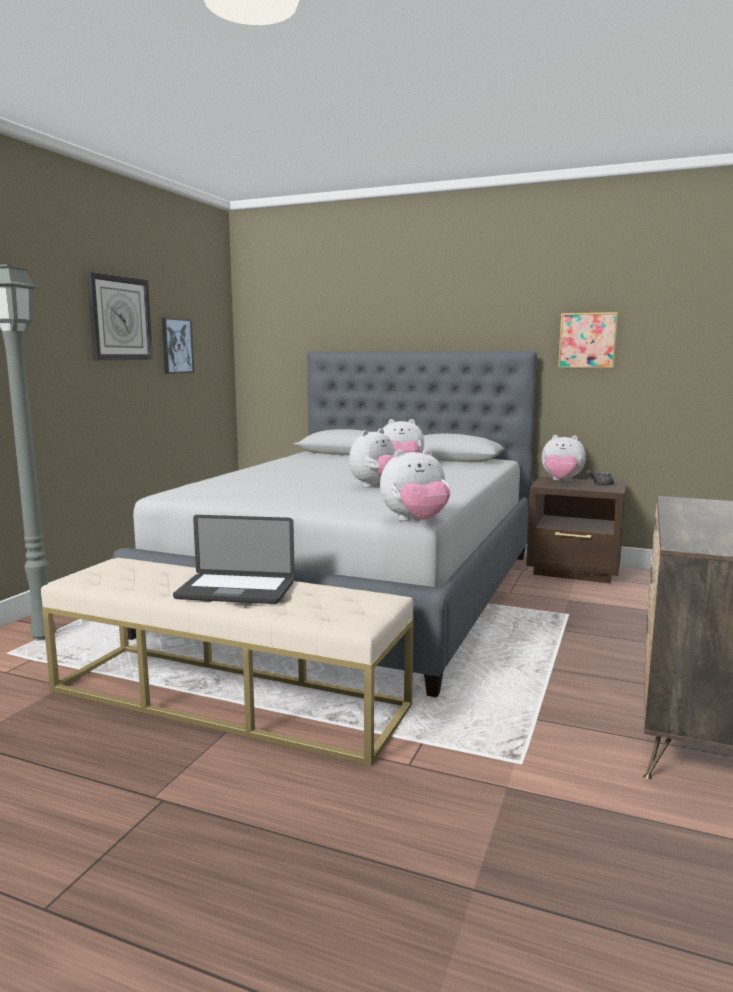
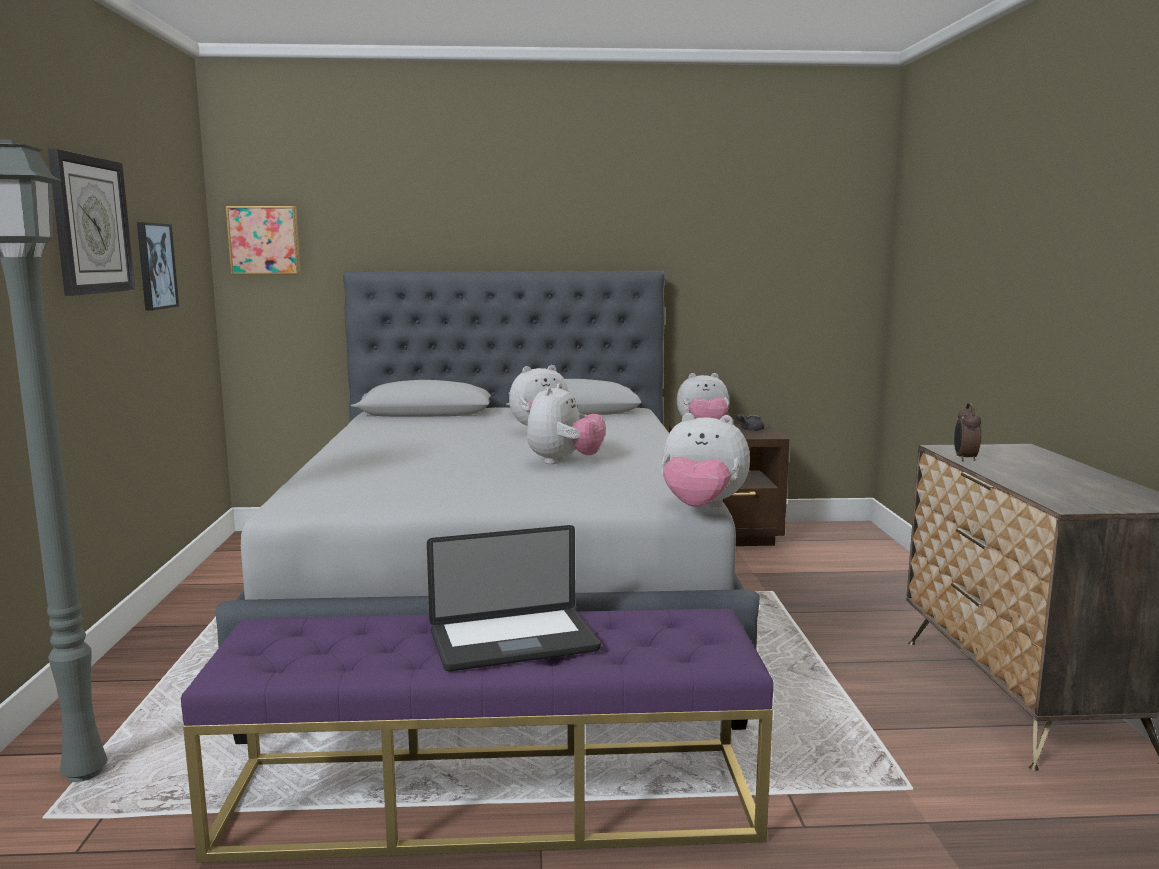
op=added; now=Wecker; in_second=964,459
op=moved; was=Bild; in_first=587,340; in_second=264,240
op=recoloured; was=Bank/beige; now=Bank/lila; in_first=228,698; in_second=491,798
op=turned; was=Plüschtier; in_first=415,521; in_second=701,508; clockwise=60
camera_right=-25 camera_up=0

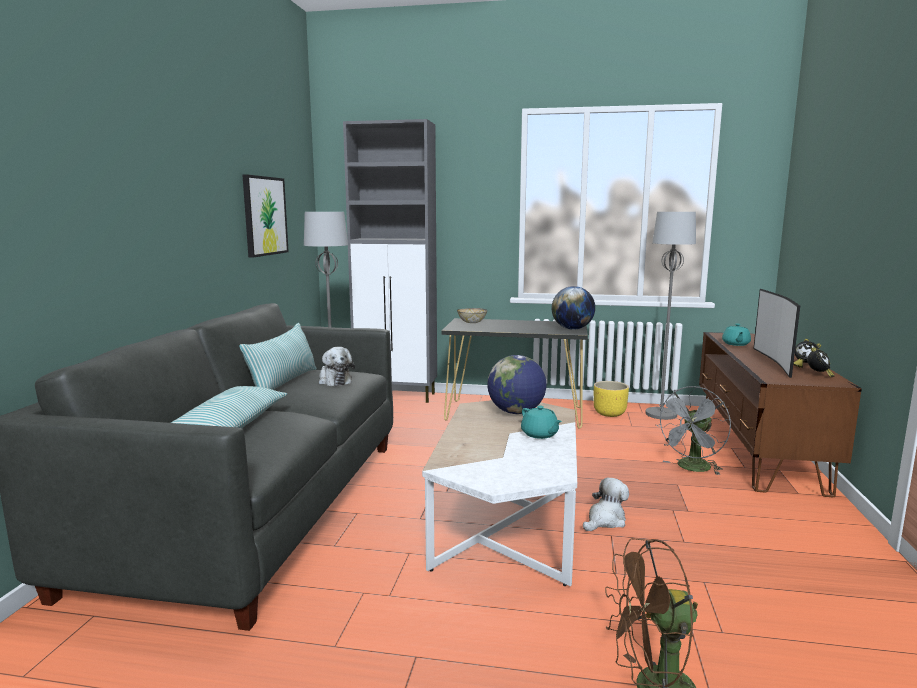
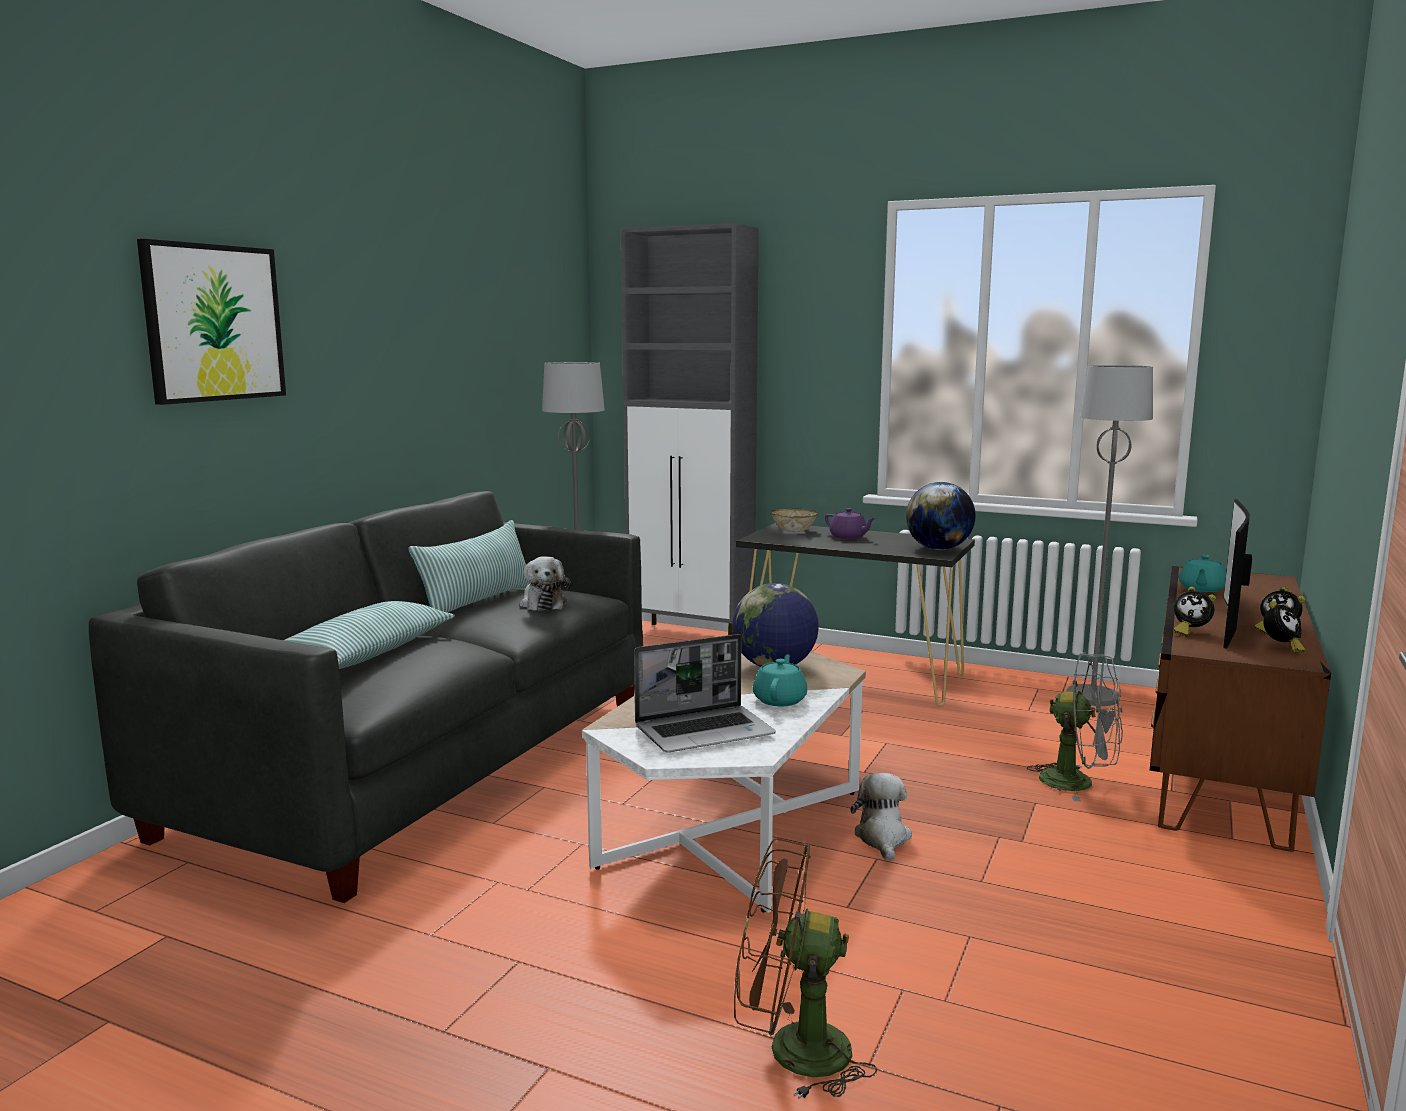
op=removed; was=Pflanzkübel/gelb; in_first=610,414
op=added; now=Laptop; in_second=705,731
op=added; now=Teekanne/lila; in_second=848,537
op=added; now=Wecker; in_second=1189,632
op=moved; was=Bild; in_first=264,216; in_second=213,323
op=turned; was=Teekanne/türkis; in_first=540,434; in_second=780,700; clockwise=-150
op=turned; was=Plüschtier; in_first=605,520; in_second=882,838; clockwise=-60
op=turned; was=Ventilator/grau; in_first=692,469; in_second=1078,783; clockwise=-120
camera_right=15 camera_up=0

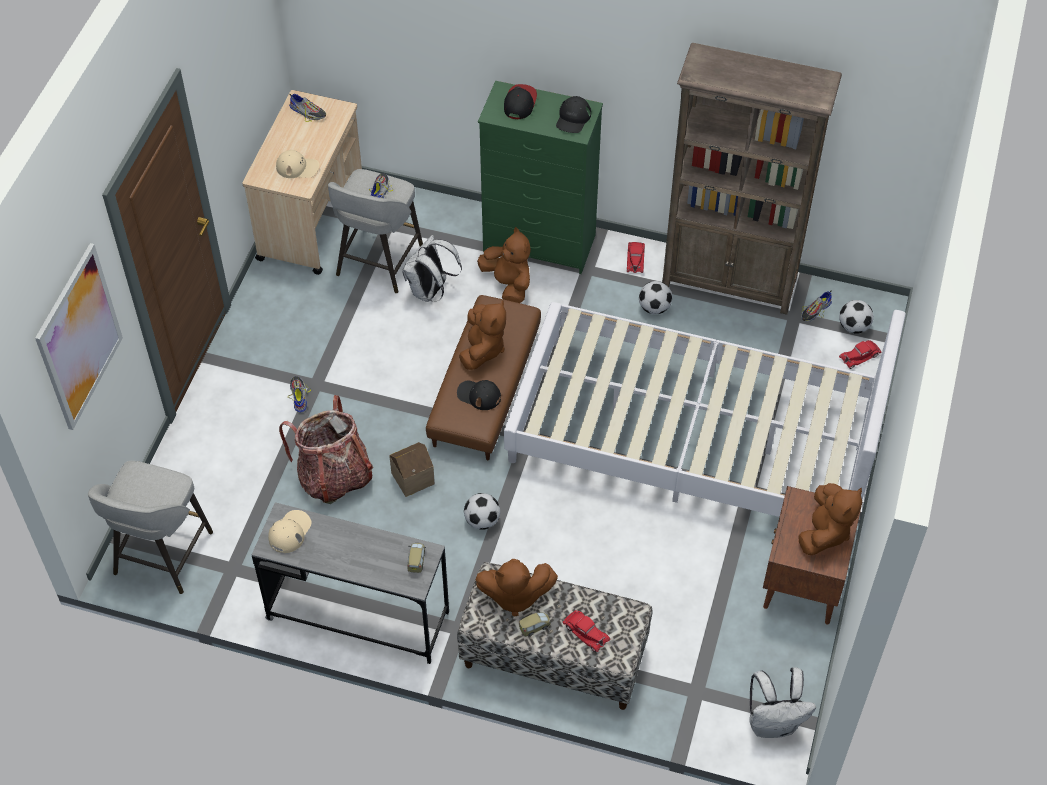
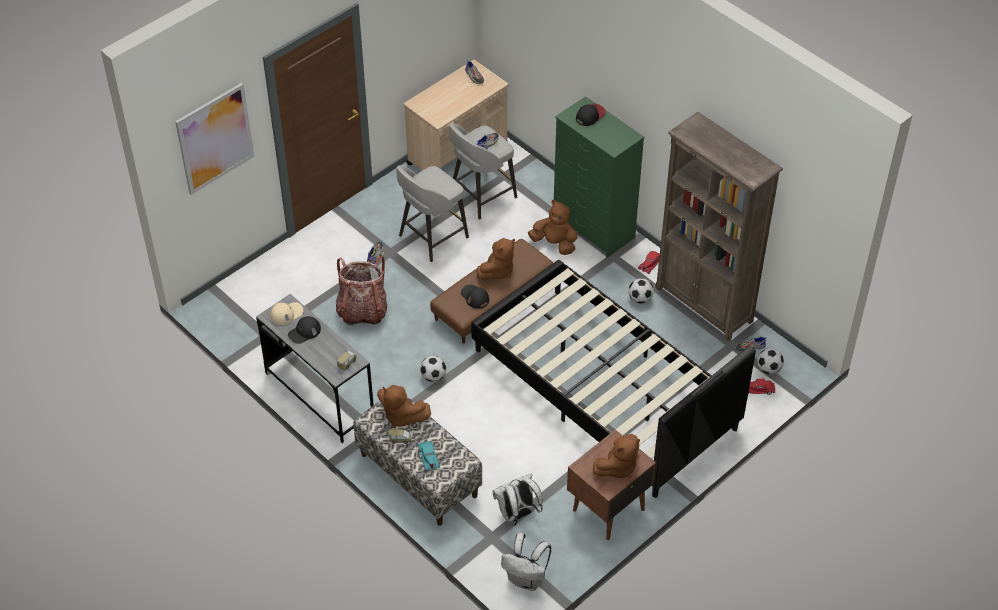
op=removed; was=Kappe/beige; in_first=297,167
op=removed; was=Spielzeughaus; in_first=411,477
op=moved; was=Hocker/grau; in_first=161,555; in_second=432,237
op=moved; was=Rucksack/weiß; in_first=430,291; in_second=517,515
op=moved; was=Kappe/schwarz; in_first=573,118; in_second=304,332
op=recoloured; was=Bett/weiß; now=Bett/schwarz; in_first=693,439; in_second=604,389
op=recoloured; was=Spielzeugauto/rot; now=Spielzeugauto/türkis; in_first=585,632; in_second=428,457
op=turned; was=Plüschtier/braun; in_first=508,284; in_second=554,244; clockwise=-60
camera_right=30 camera_up=-5

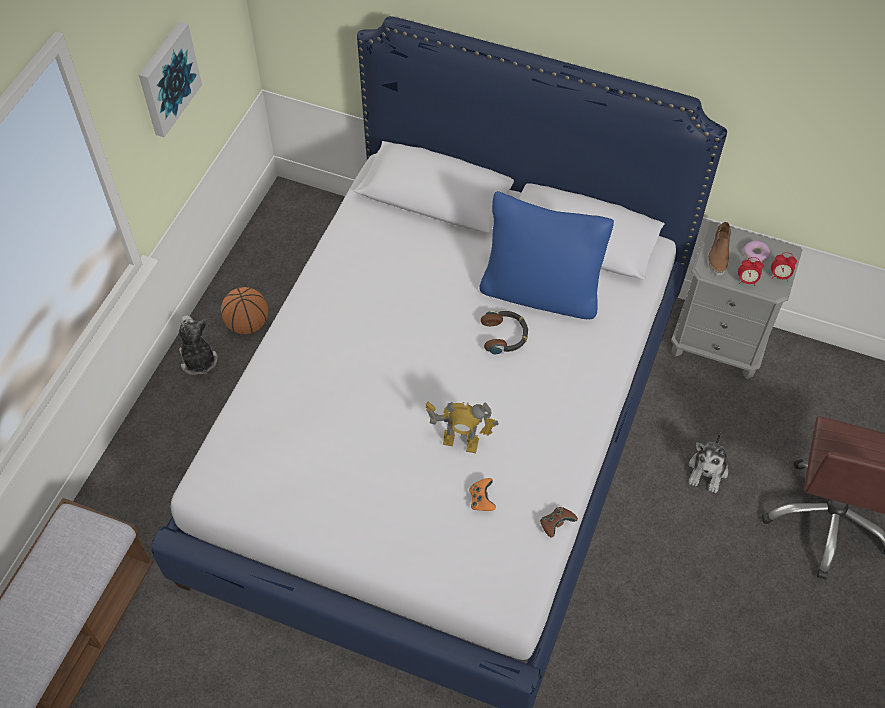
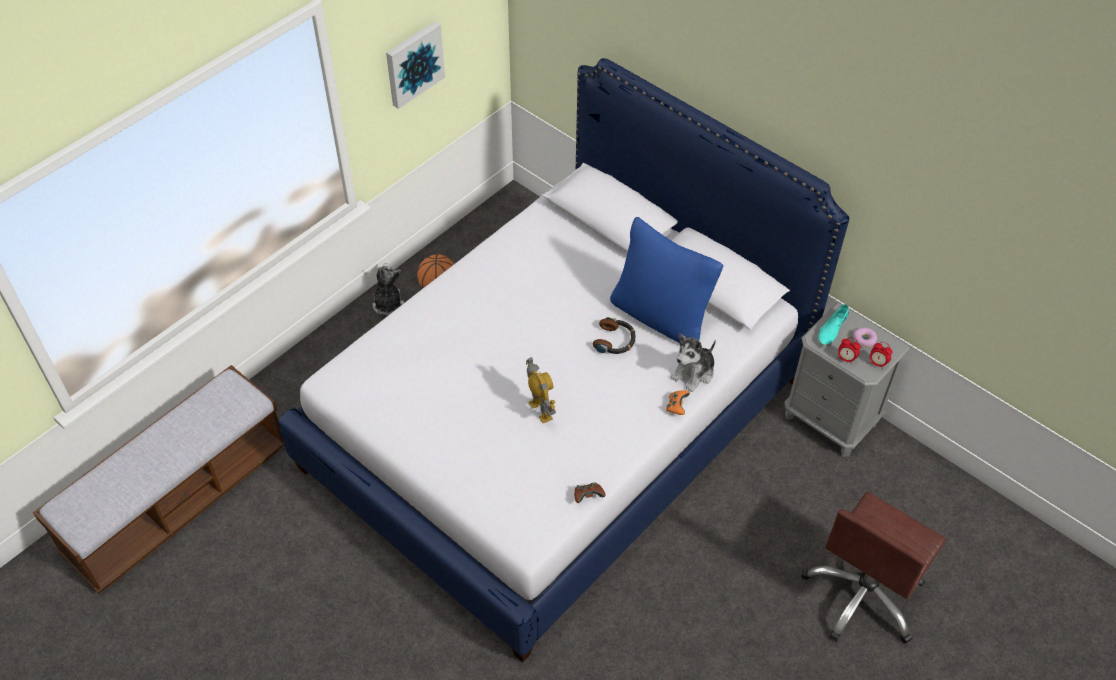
op=moved; was=Gamepad/orange; in_first=482,499; in_second=676,406
op=moved; was=Plüschtier; in_first=707,470; in_second=694,373
op=recoloured; was=Schuh/braun; now=Schuh/türkis; in_first=718,253; in_second=831,330
op=turned; was=Spielzeugroboter; in_first=461,442; in_second=541,410; clockwise=-150
camera_right=20 camera_up=-5

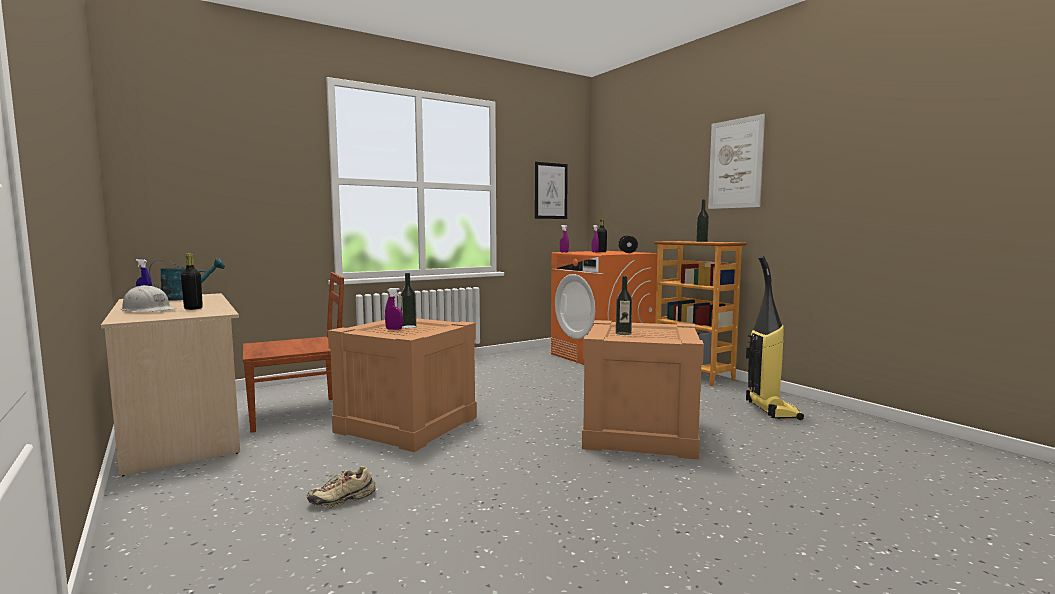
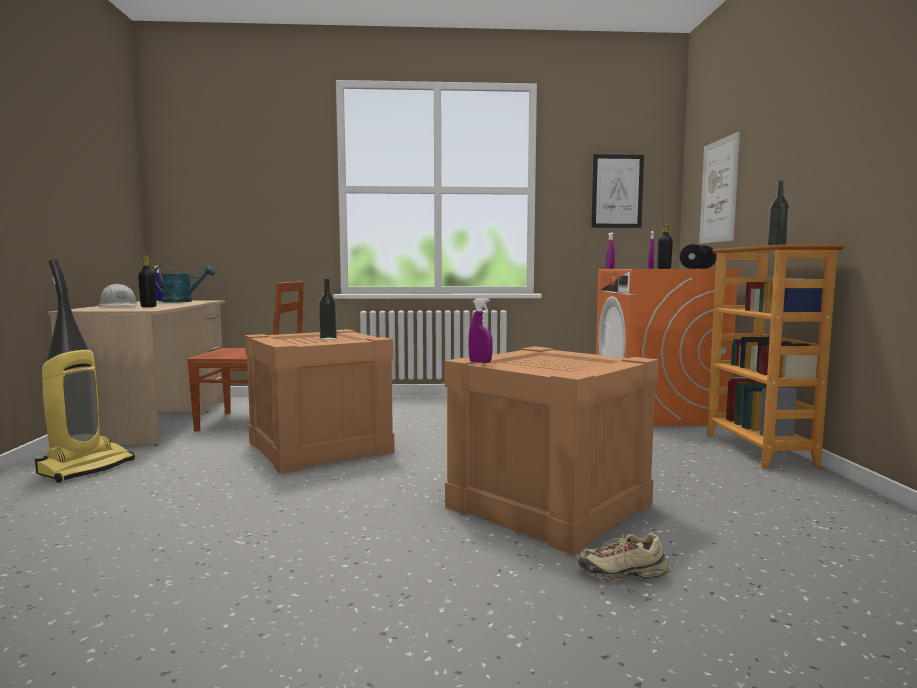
op=removed; was=Flasche; in_first=623,333
op=moved; was=Schuh/beige; in_first=342,499; in_second=622,573
op=moved; was=Sprühflasche/lila; in_first=394,329; in_second=480,362
op=moved; was=Bild; in_first=735,164; in_second=719,191
op=moved; was=Staubsauger; in_first=771,410; in_second=86,467
camera_right=30 camera_up=0

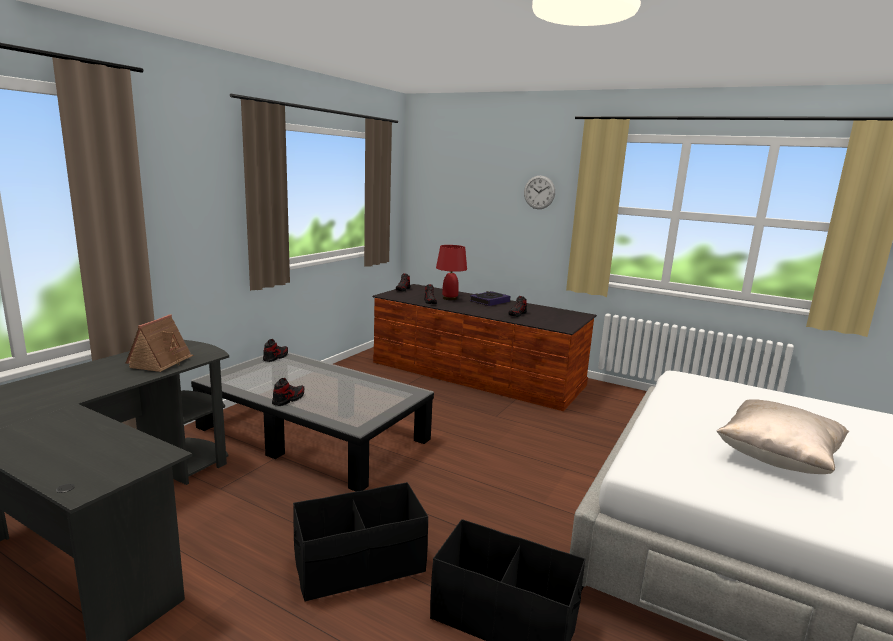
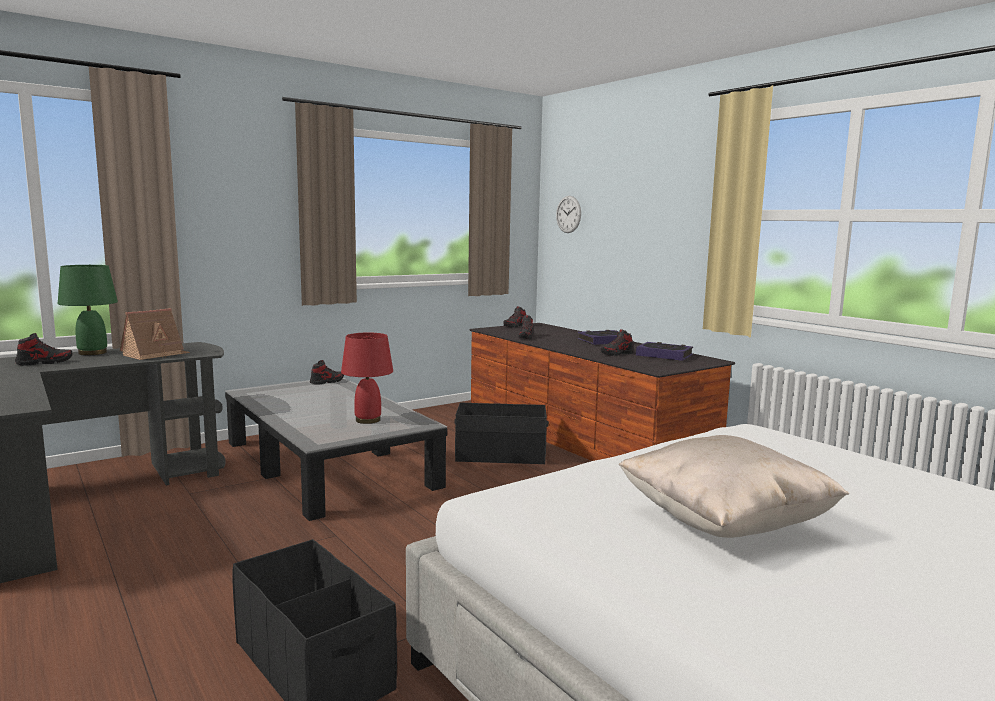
op=added; now=Tischlampe/grün; in_second=93,353
op=added; now=Buch; in_second=664,355
op=moved; was=Schuh; in_first=288,399; in_second=44,362
op=moved; was=Aufbewahrungsbox/schwarz; in_first=360,565; in_second=500,455
op=moved; was=Tischlampe/rot; in_first=449,298; in_second=367,420
op=moved; was=Wanduhr; in_first=539,192; in_second=568,214
camera_right=25 camera_up=-5

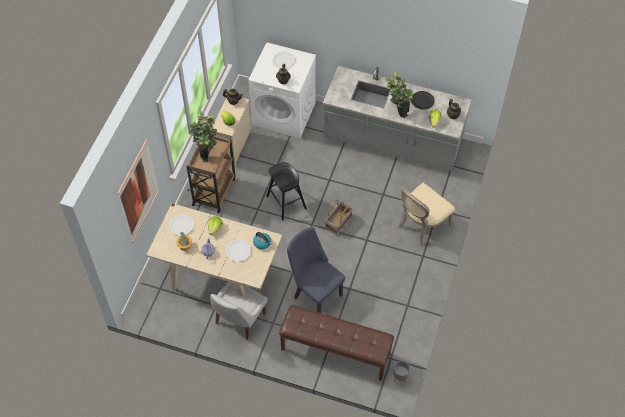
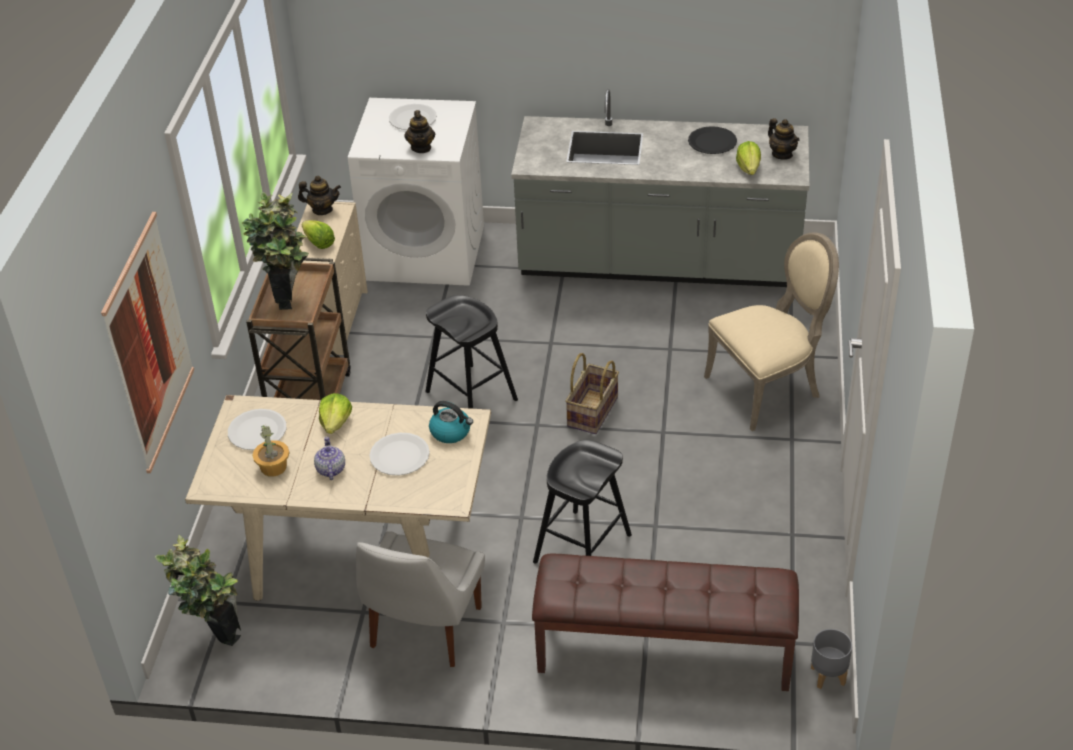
op=moved; was=Topfpflanze; in_first=397,111; in_second=214,633
op=replaced; was=Stuhl/blau; now=Hocker/schwarz; in_first=315,293; in_second=582,548
op=turned; was=Stuhl/beige; in_first=421,226; in_second=768,388; clockwise=-150
camera_right=-10 camera_up=-15

